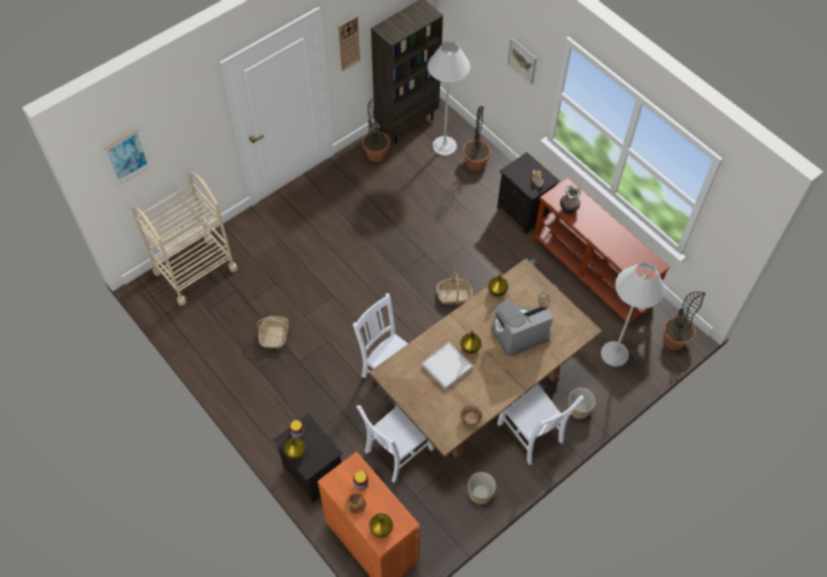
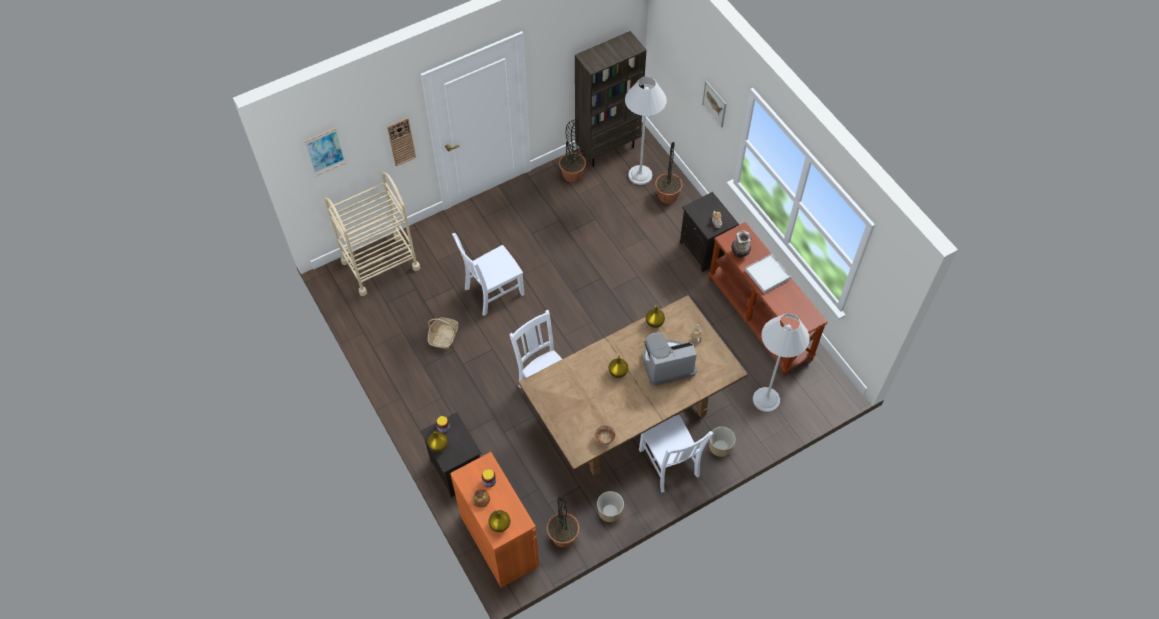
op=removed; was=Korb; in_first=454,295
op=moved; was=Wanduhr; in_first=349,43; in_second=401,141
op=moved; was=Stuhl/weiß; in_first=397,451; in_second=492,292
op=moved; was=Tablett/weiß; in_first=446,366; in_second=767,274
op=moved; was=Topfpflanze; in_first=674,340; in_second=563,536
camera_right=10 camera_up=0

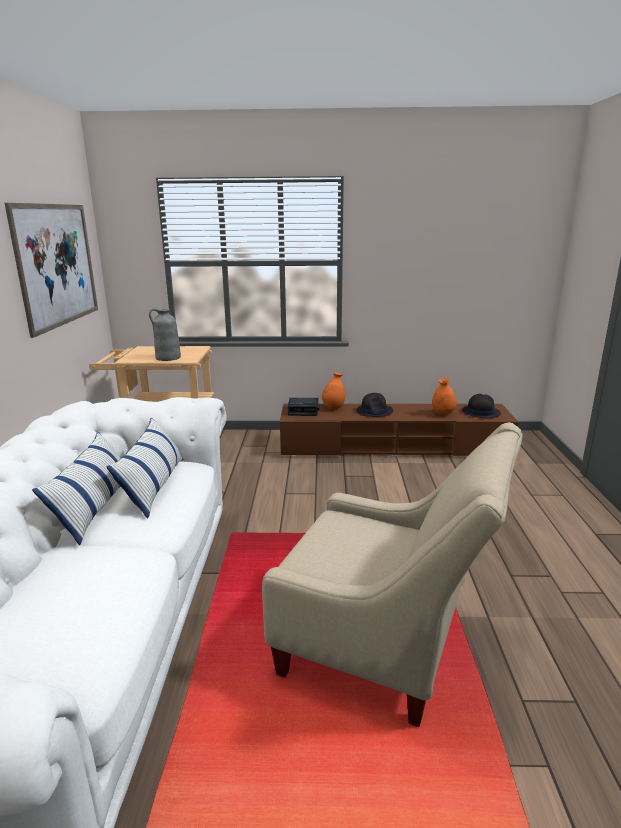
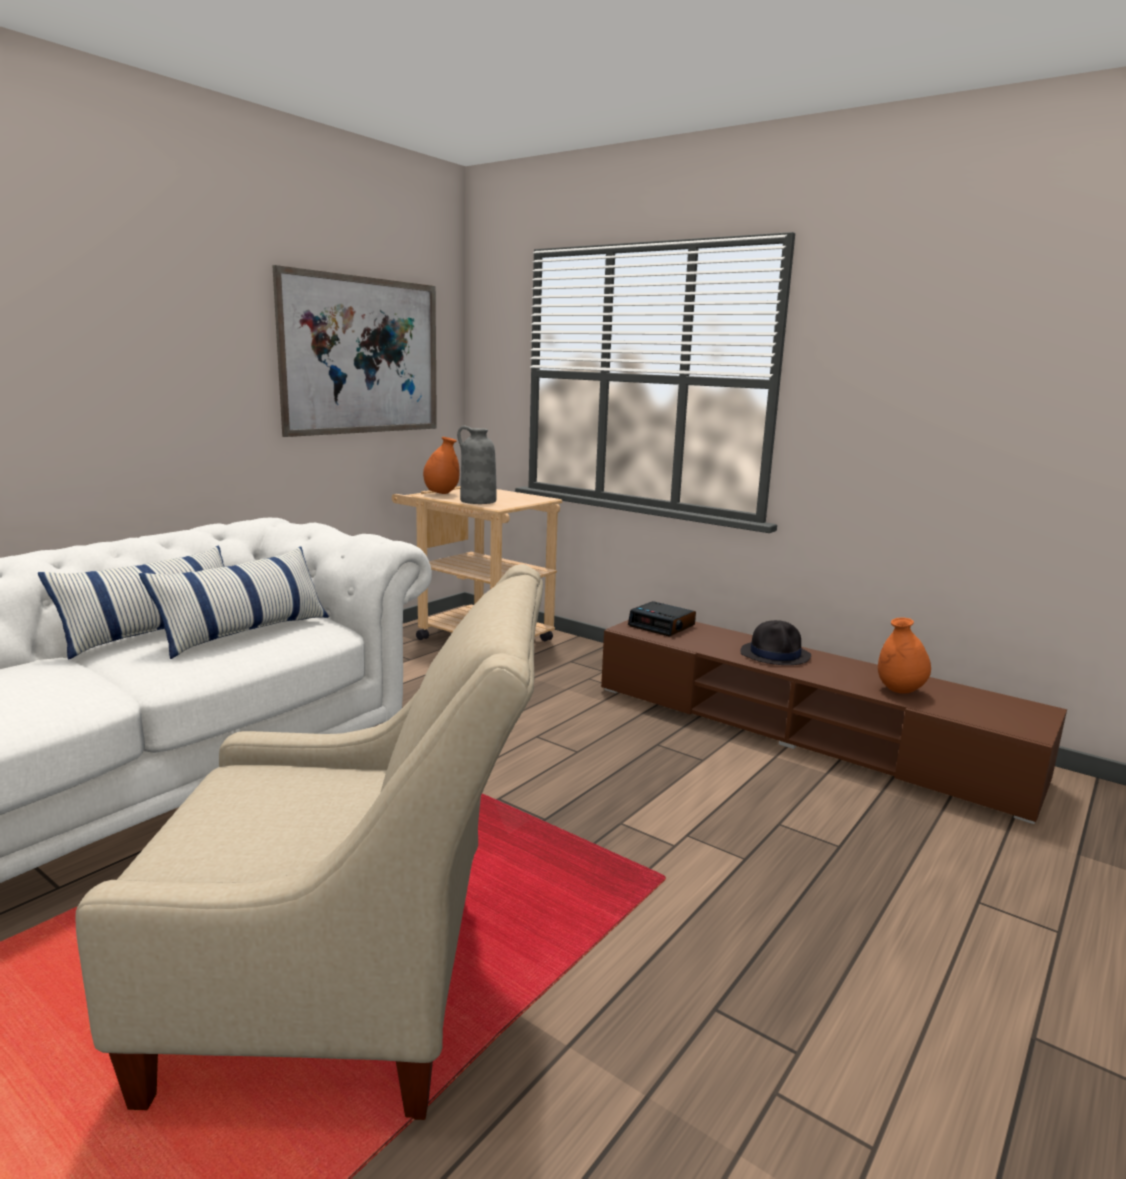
op=removed; was=Hut/schwarz; in_first=480,412
op=moved; was=Vase/orange; in_first=333,408; in_second=441,493
op=turned; was=Sessel/beige; in_first=387,646; in_second=355,991; clockwise=-60
camera_right=35 camera_up=-5

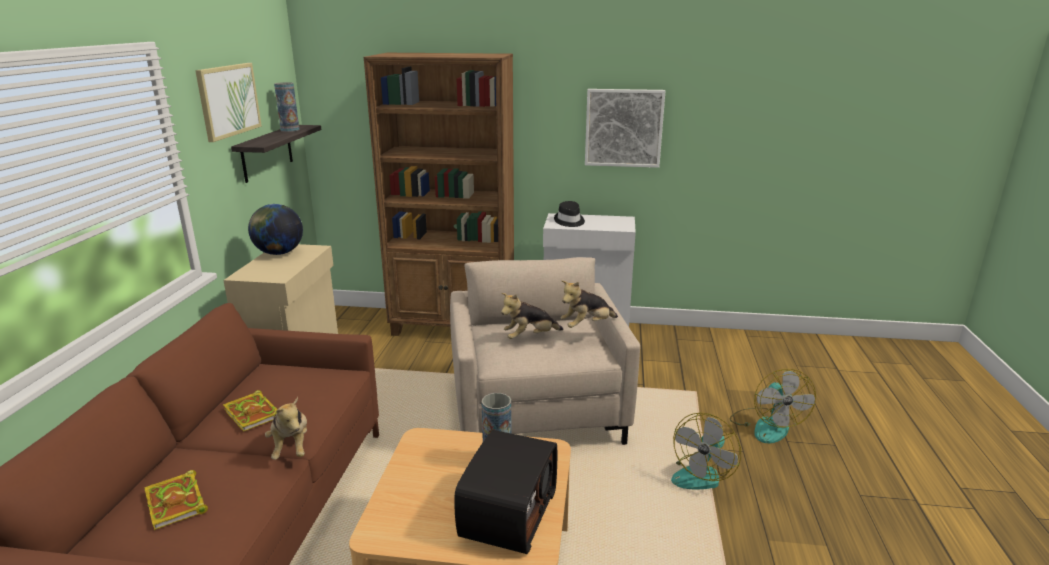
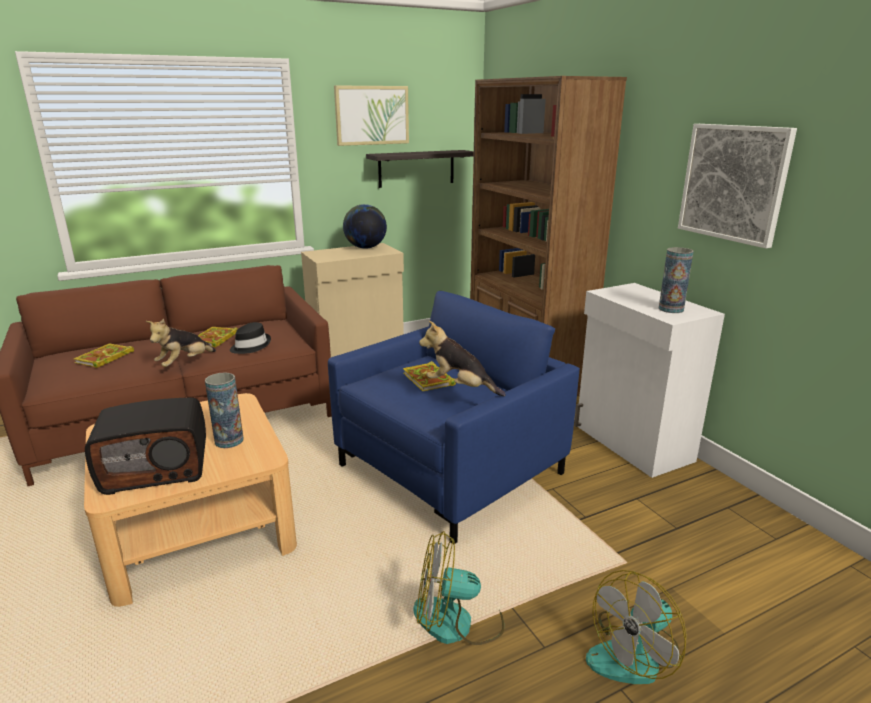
op=moved; was=Vase; in_first=290,130; in_second=671,309
op=moved; was=Hut/schwarz; in_first=569,221; in_second=250,346
op=replaced; was=Plüschtier; now=Buch; in_first=530,337; in_second=429,380
op=recoloured; was=Sessel/beige; now=Sessel/blau; in_first=537,410; in_second=451,470
camera_right=55 camera_up=0

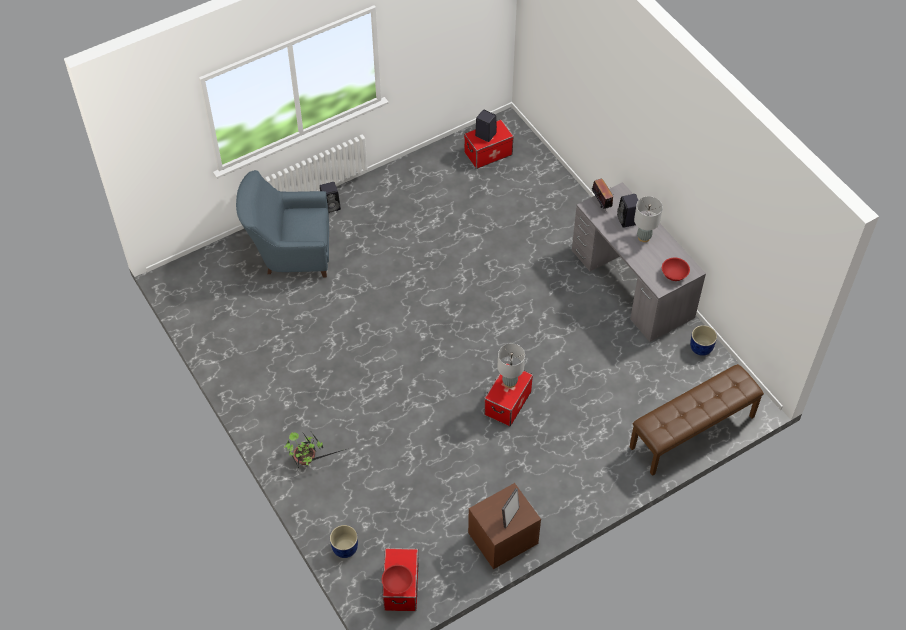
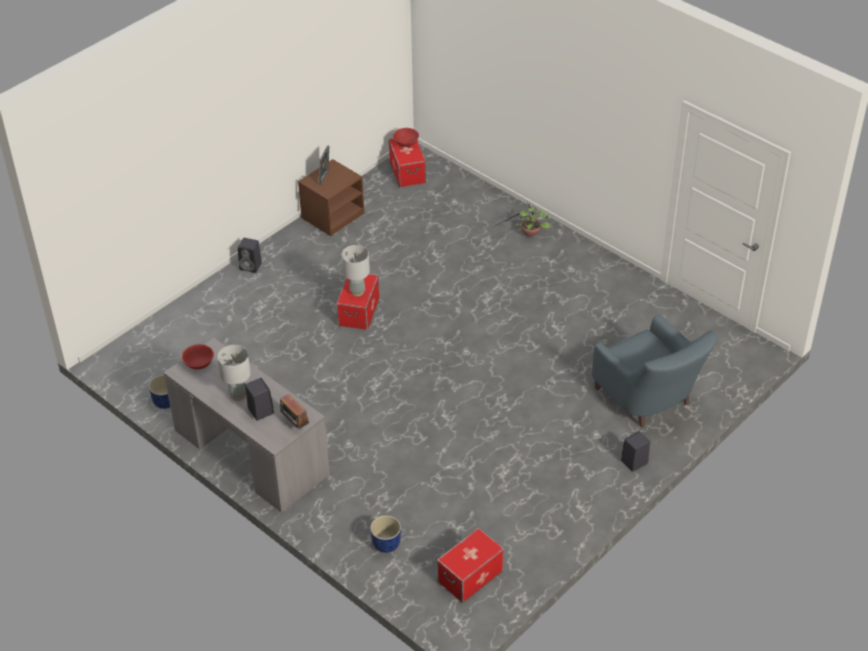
op=removed; was=Bank/braun; in_first=692,432
op=moved; was=Pflanzkübel/blau; in_first=344,548; in_second=386,543
op=moved; was=Lautsprecher/schwarz; in_first=485,134; in_second=251,266
op=turned; was=Sessel/blau; in_first=290,253; in_second=649,400; clockwise=75
camera_right=165 camera_up=-10

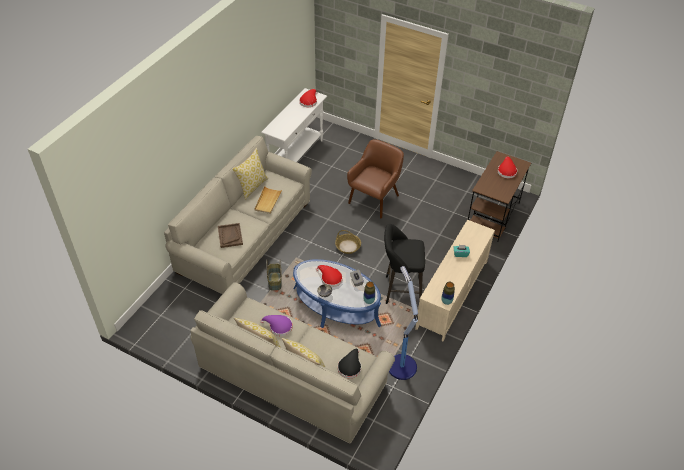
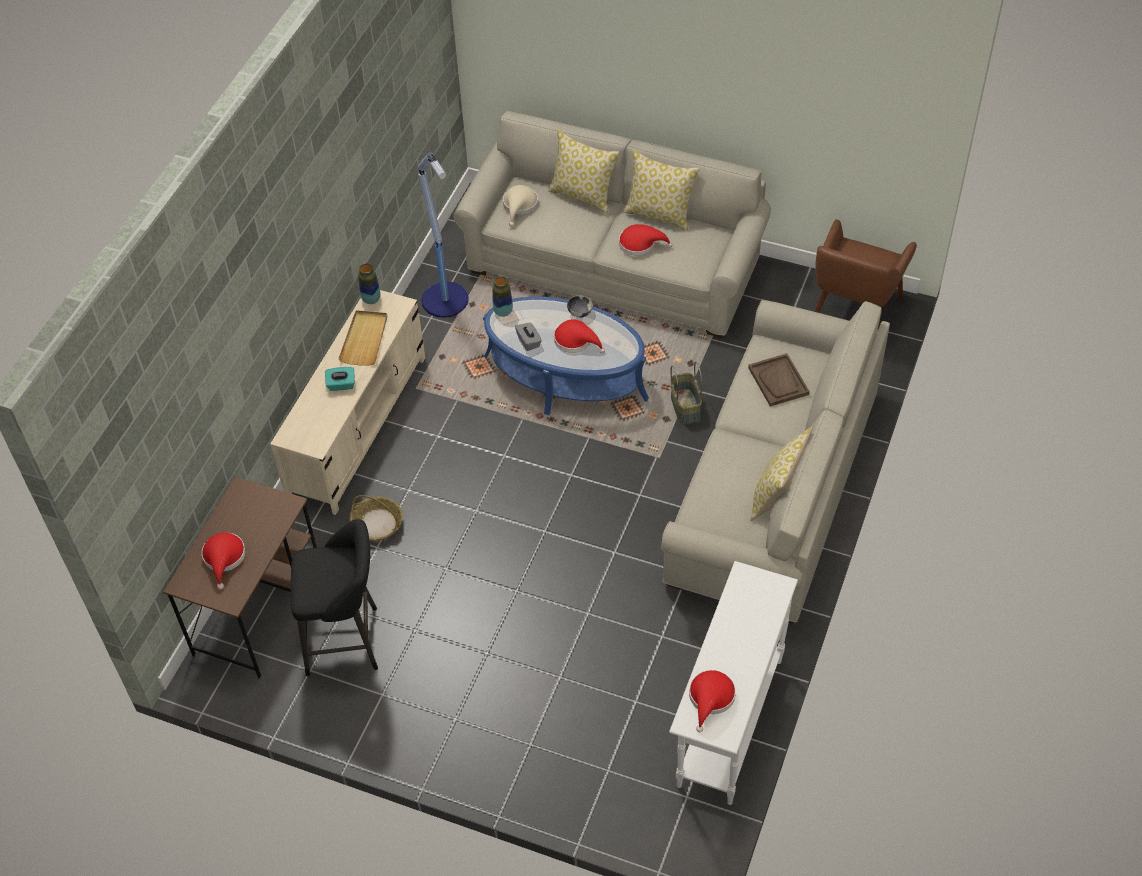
op=moved; was=Tablett/beige; in_first=268,201; in_second=365,339
op=moved; was=Korb; in_first=348,246; in_second=377,524
op=moved; was=Sessel/braun; in_first=374,199; in_second=853,313
op=moved; was=Hocker/schwarz; in_first=400,290; in_second=348,640
op=recoloured; was=Hut/lila; now=Hut/rot; in_first=278,327; in_second=640,244
op=recoloured; was=Hut/schwarz; now=Hut/beige; in_first=350,366; in_second=520,206
camera_right=175 camera_up=5

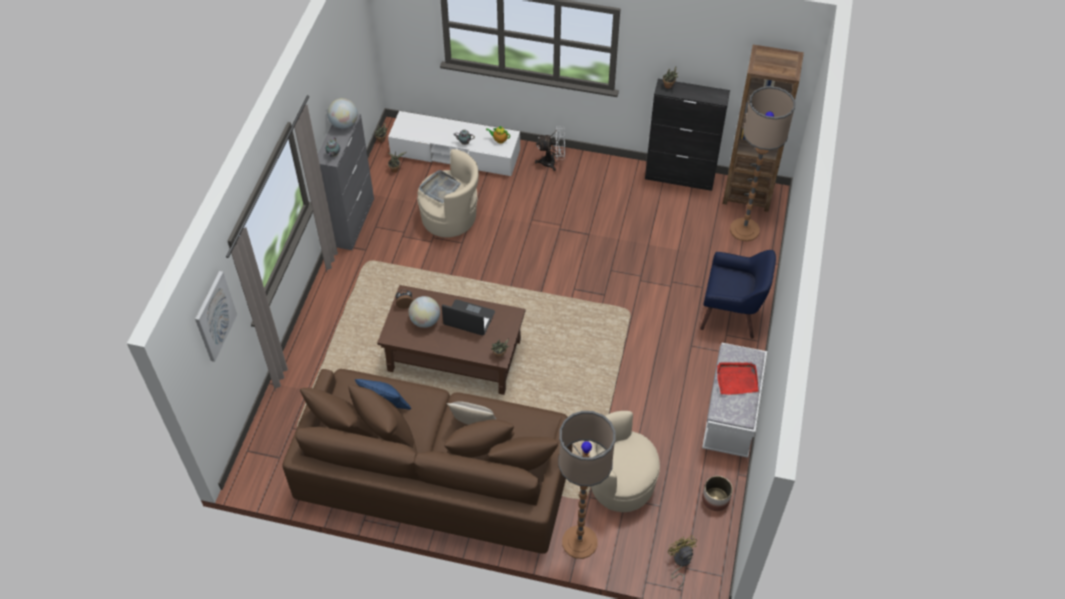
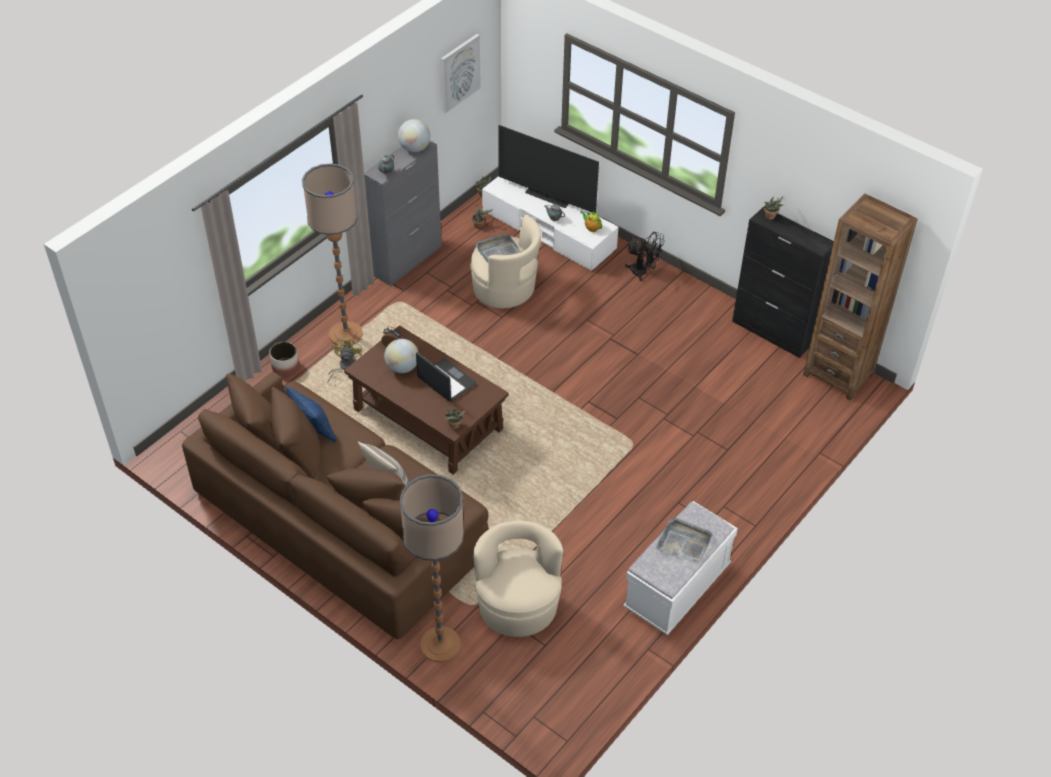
op=removed; was=Sessel/blau; in_first=731,313
op=added; now=Fernseher; in_second=547,198
op=moved; was=Bild; in_first=214,316; in_second=459,72
op=moved; was=Ventilator/gelb; in_first=680,562; in_second=344,367
op=moved; was=Pflanzkübel; in_first=715,499; in_second=285,367
op=moved; was=Stehlampe; in_first=744,230; in_second=346,334
op=recoloured; was=Ventilator/weiß; now=Ventilator/schwarz; in_first=552,162; in_second=643,272
op=recoloured; was=Tablett/rot; now=Tablett/grau; in_first=736,379; in_second=684,542
op=turned; was=Sessel/beige; in_first=620,483; in_second=518,605; clockwise=45
camera_right=25 camera_up=-5

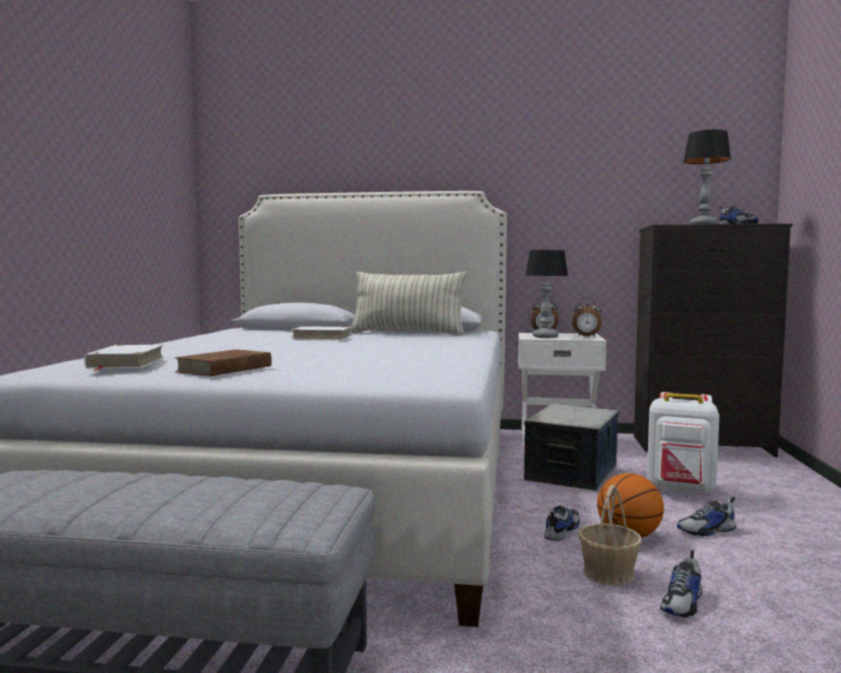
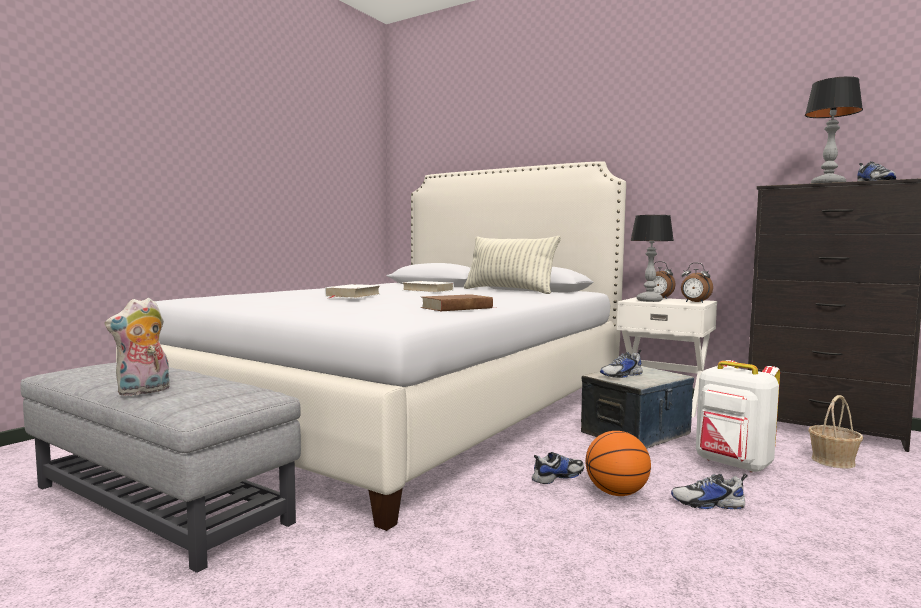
op=added; now=Plüschtier; in_second=143,392
op=moved; was=Buch/weiß; in_first=126,363; in_second=353,295
op=moved; was=Buch/braun; in_first=225,369; in_second=457,308
op=moved; was=Korb; in_first=608,573; in_second=832,461
op=moved; was=Schuh; in_first=683,603; in_second=622,375
camera_right=25 camera_up=0

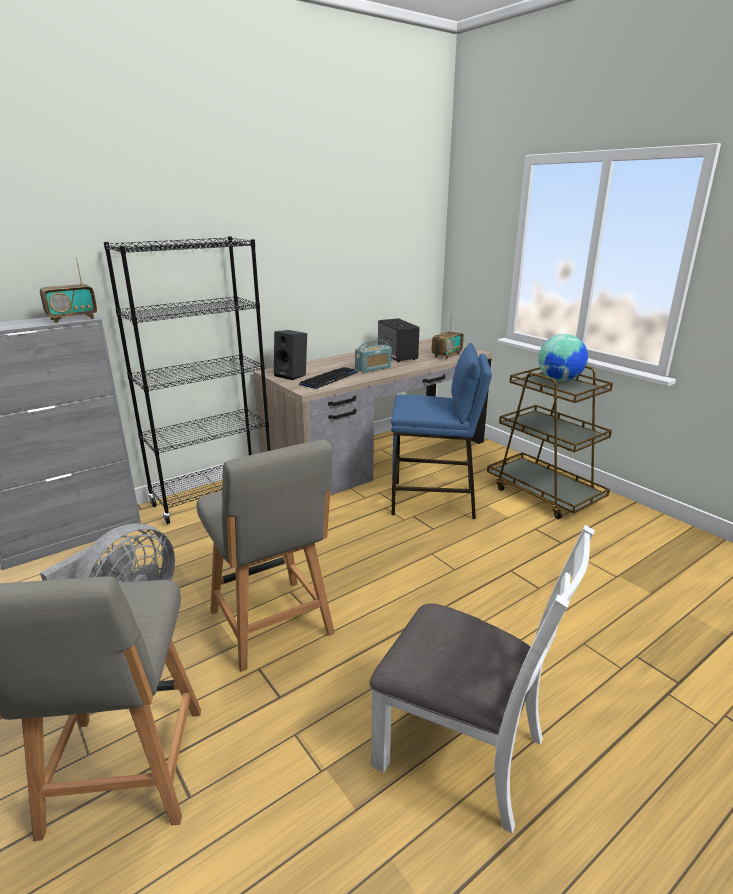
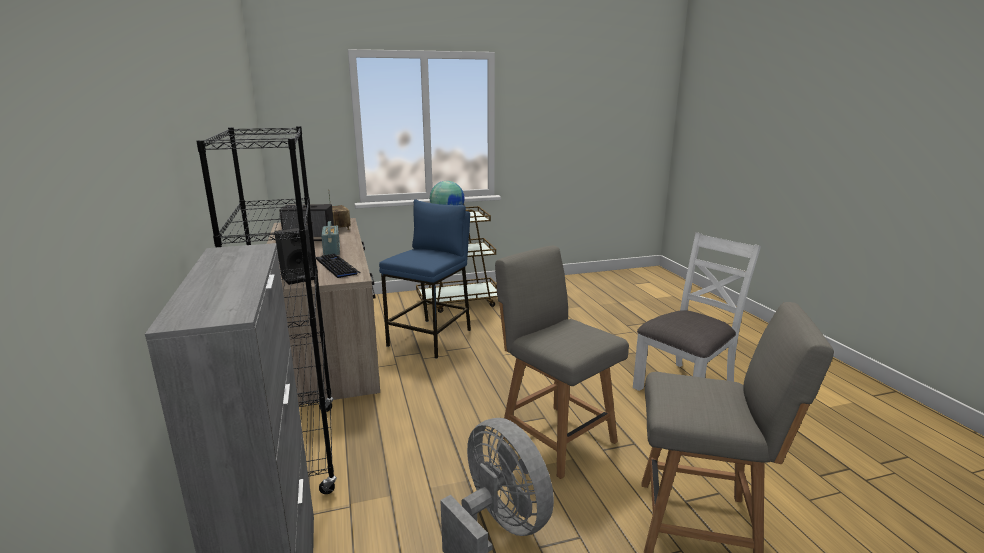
op=removed; was=Radio; in_first=72,319
op=turned; was=Stuhl/grau; in_first=272,625; in_second=555,437; clockwise=-120
camera_right=-70 camera_up=-5

